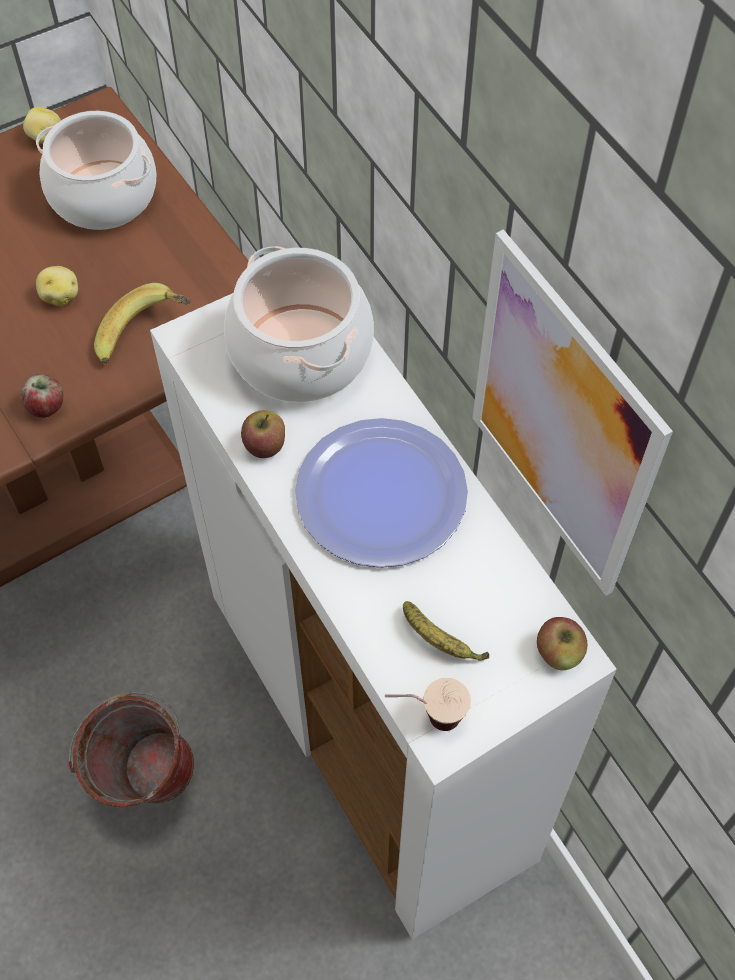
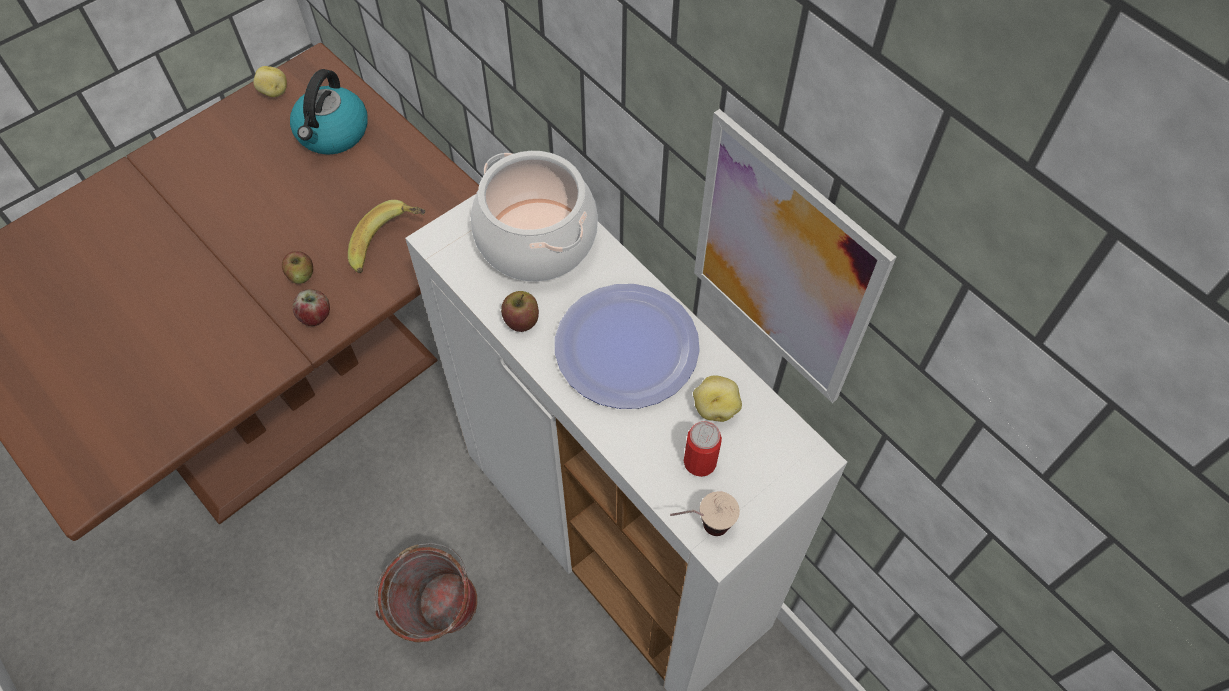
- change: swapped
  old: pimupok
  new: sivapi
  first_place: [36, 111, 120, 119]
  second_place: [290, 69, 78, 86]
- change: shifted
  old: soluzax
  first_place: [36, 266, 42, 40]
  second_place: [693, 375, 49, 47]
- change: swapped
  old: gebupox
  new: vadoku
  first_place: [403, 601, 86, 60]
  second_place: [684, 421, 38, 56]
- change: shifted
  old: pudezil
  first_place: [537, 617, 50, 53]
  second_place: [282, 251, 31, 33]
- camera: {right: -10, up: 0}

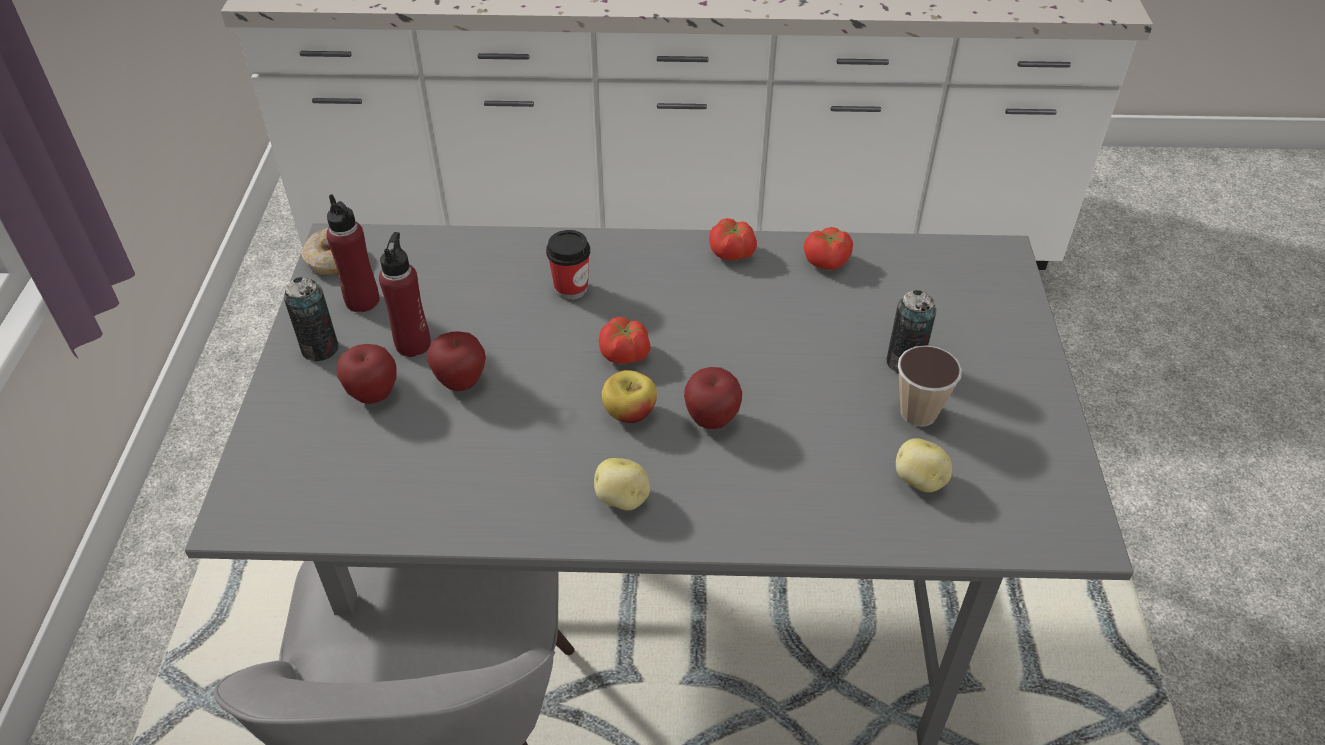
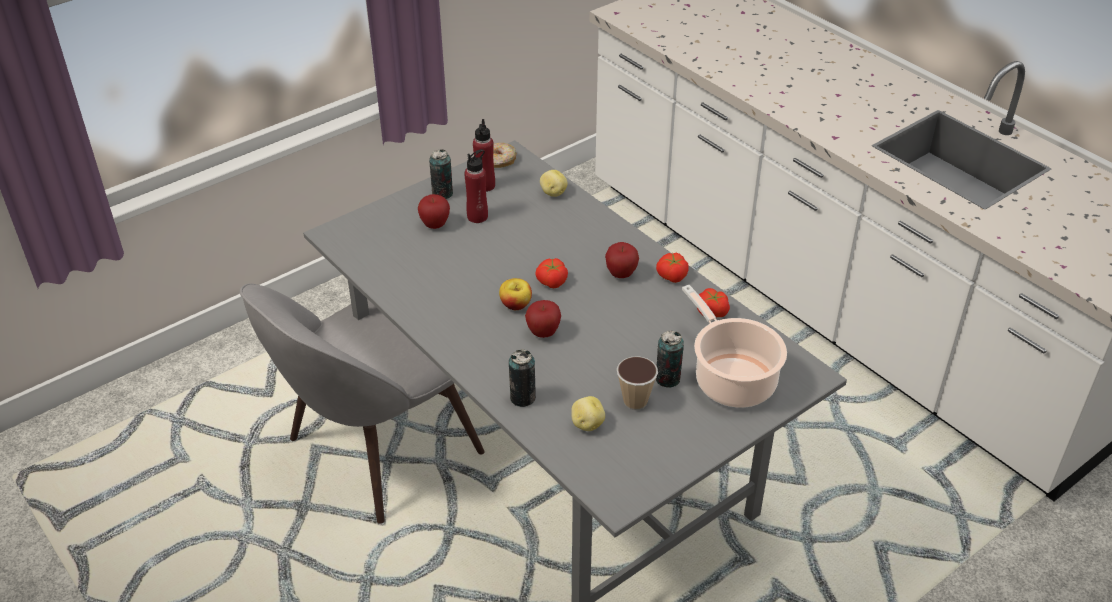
- change: shifted
  old: pudezil
  first_place: [427, 331, 59, 60]
  second_place: [605, 242, 34, 36]
- change: gone
  old: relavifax
  first_place: [546, 230, 44, 70]
- change: shifted
  old: soluzax
  first_place: [594, 458, 56, 53]
  second_place: [540, 170, 27, 27]
- change: new
  new: vadoku
  second_place: [509, 350, 27, 57]
- change: new
  new: pimupok
  second_place: [682, 285, 105, 123]
- camera: {right: 50, up: -5}

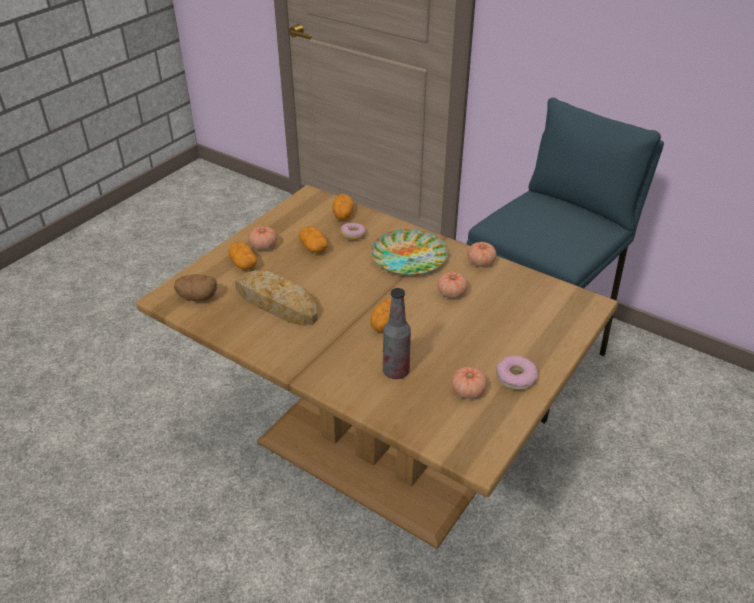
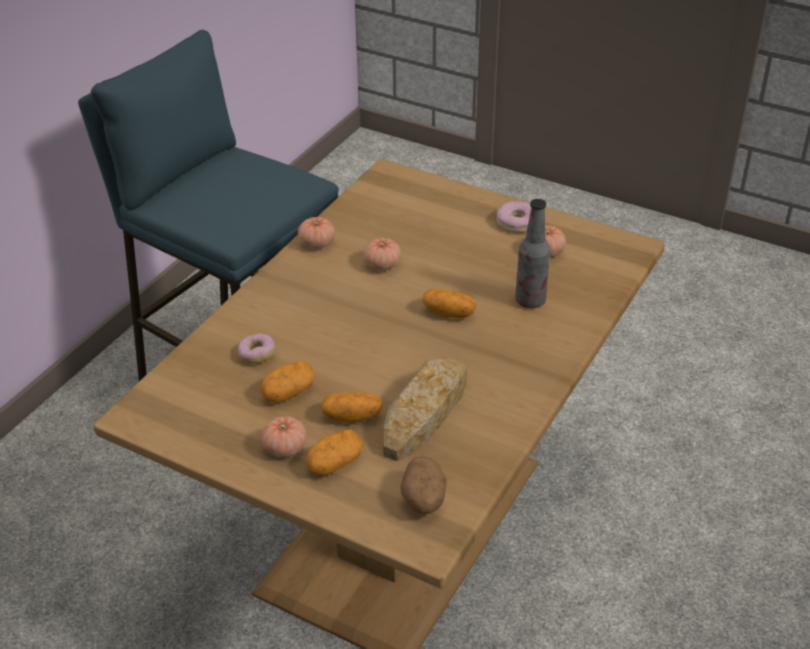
- change: shifted
  old: soluzax
  first_place: [332, 194, 22, 26]
  second_place: [321, 392, 61, 31]
- change: gone
  old: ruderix
  first_place: [371, 229, 77, 47]
- camera: {right: -95, up: 0}

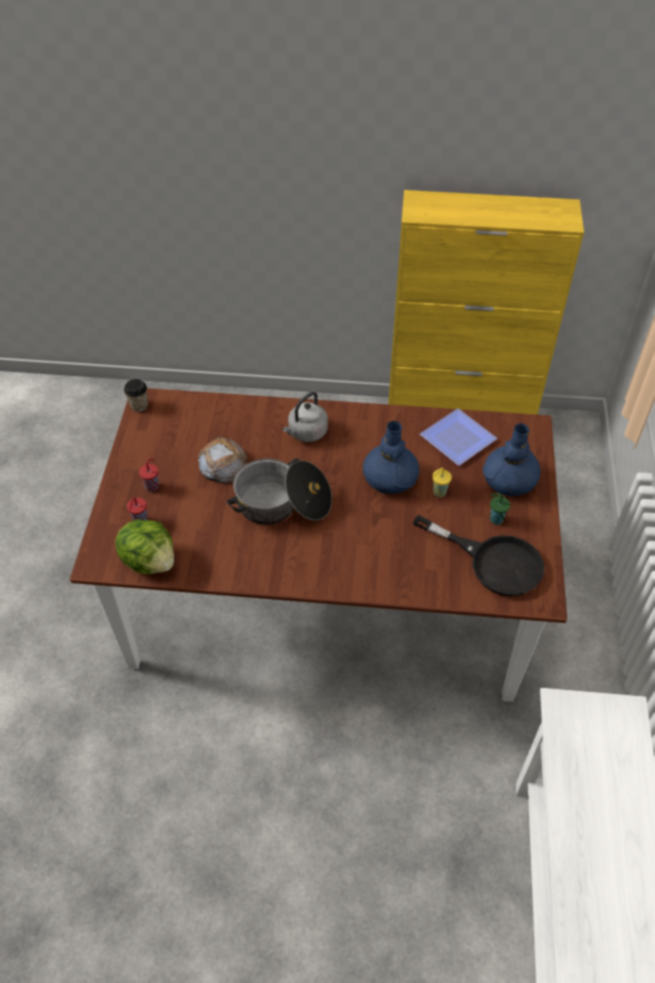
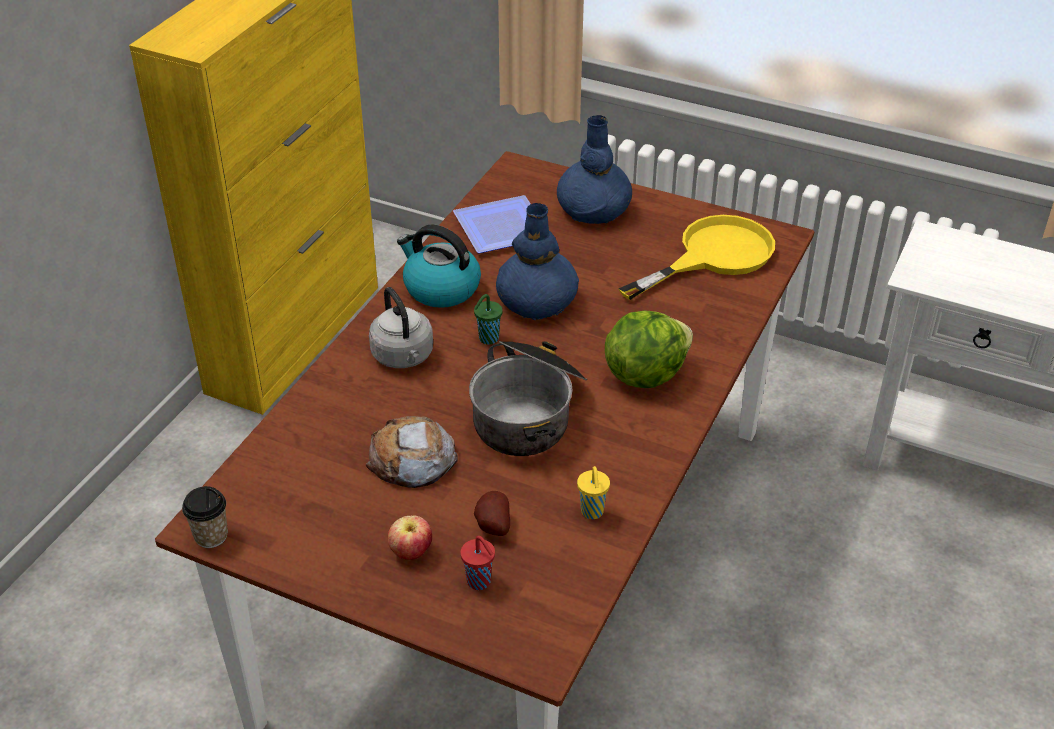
- change: shifted
  old: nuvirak
  first_place: [116, 519, 58, 55]
  second_place: [605, 310, 88, 78]
- change: swapped
  old: relavifax (red)
  new: pudezil
  first_place: [139, 459, 20, 33]
  second_place: [388, 516, 44, 44]
- change: repainted
  old: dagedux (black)
  new: dagedux (yellow)
  first_place: [413, 515, 131, 81]
  second_place: [618, 215, 157, 85]
- change: shifted
  old: relavifax (yellow)
  first_place: [432, 468, 20, 29]
  second_place: [577, 466, 33, 53]
- change: shifted
  old: relavifax (green)
  first_place: [490, 493, 20, 32]
  second_place: [474, 294, 29, 51]
- change: new
  new: sivapi
  second_place: [397, 225, 84, 83]
- change: new
  new: soluzax
  second_place: [474, 491, 36, 45]
- camera: {right: -70, up: -10}

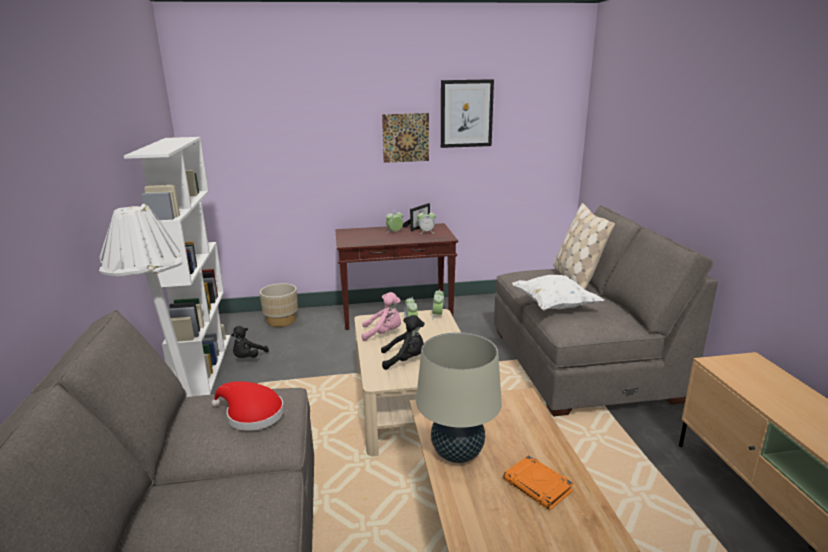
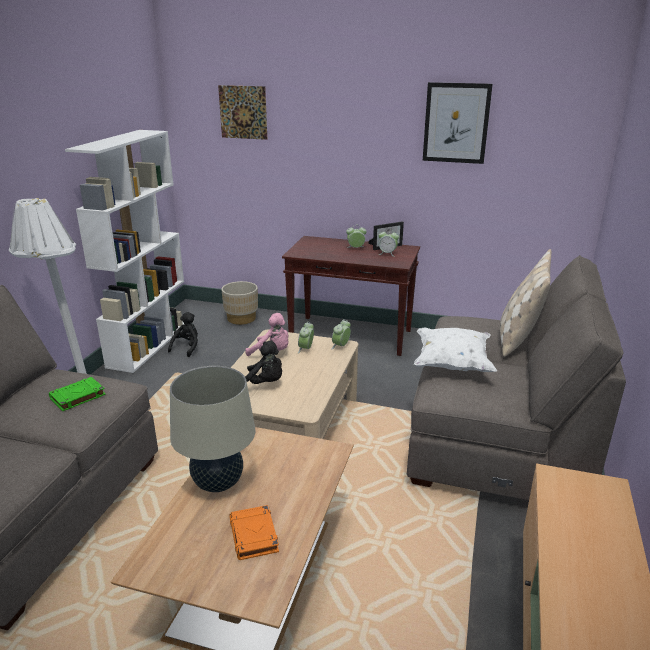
- change: swapped
  old: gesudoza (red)
  new: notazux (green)
  first_place: [212, 381, 72, 50]
  second_place: [49, 377, 57, 34]
- change: rotated
  old: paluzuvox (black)
  first_place: [231, 326, 38, 32]
  second_place: [168, 312, 30, 45]
  degrees: 150
- change: shifted
  old: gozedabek
  first_place: [382, 113, 47, 50]
  second_place: [218, 85, 49, 55]
- camera: {right: 25, up: 5}

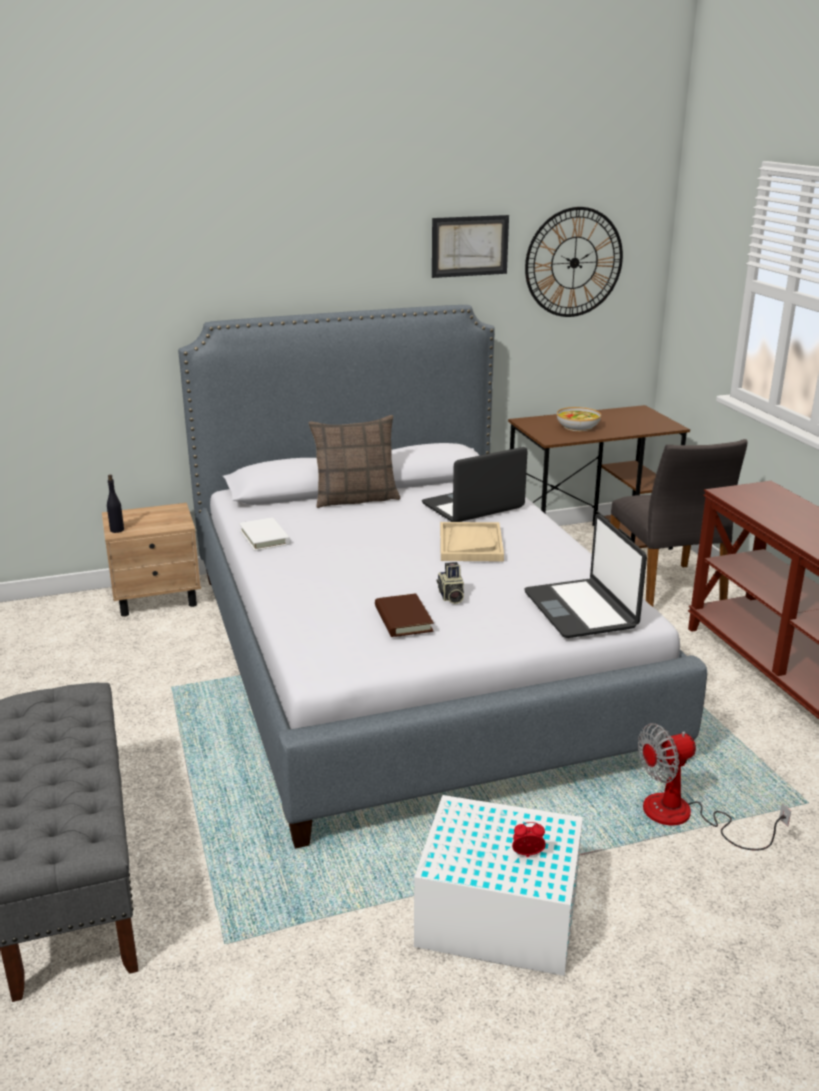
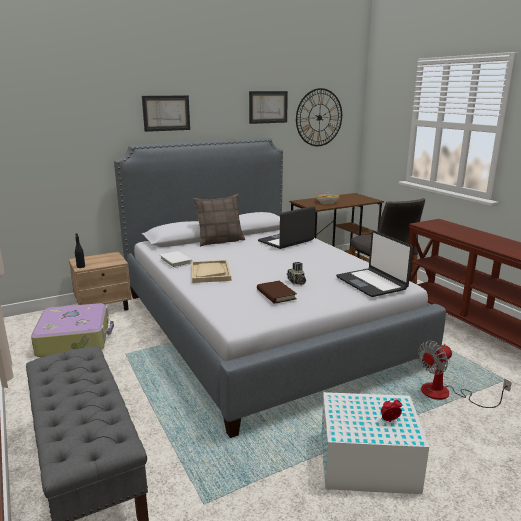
- change: shifted
  old: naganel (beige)
  first_place: [440, 522, 64, 40]
  second_place: [191, 260, 40, 23]
- change: new
  new: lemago
  second_place: [31, 303, 83, 54]
- change: new
  new: gozedabek
  second_place: [142, 95, 48, 37]
- camera: {right: -10, up: -5}

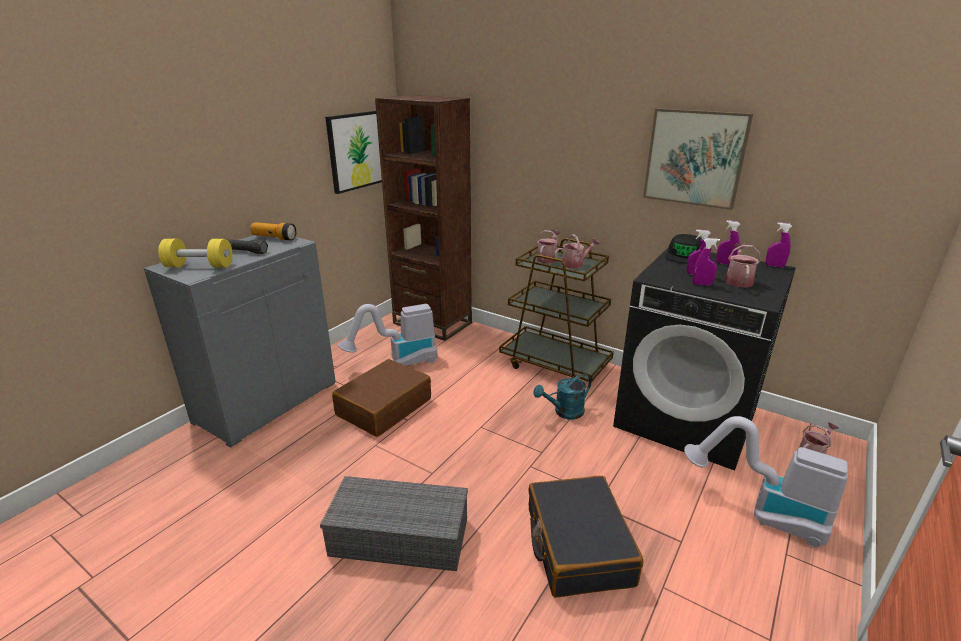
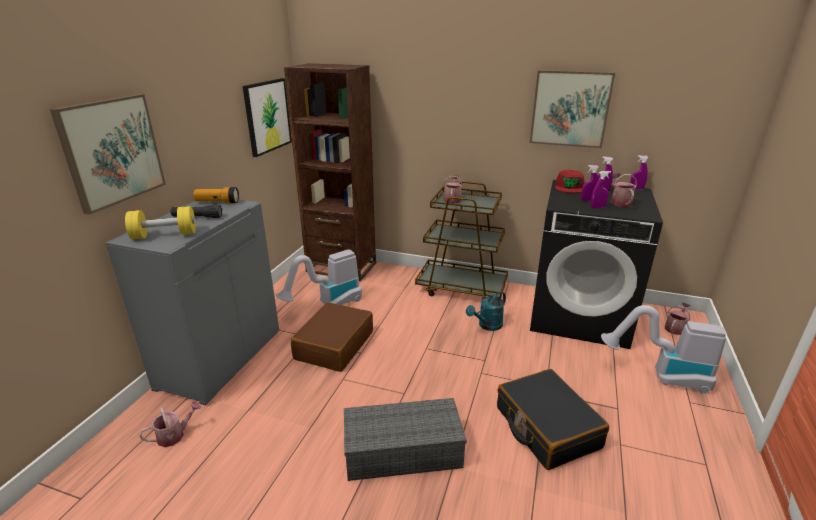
- change: shifted
  old: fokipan
  first_place: [554, 234, 46, 35]
  second_place: [139, 402, 62, 45]
- change: repainted
  old: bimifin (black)
  new: bimifin (red)
  first_place: [665, 234, 36, 30]
  second_place: [555, 170, 29, 23]
- change: new
  new: gozedabek
  second_place: [50, 94, 116, 121]
- camera: {right: -15, up: 0}

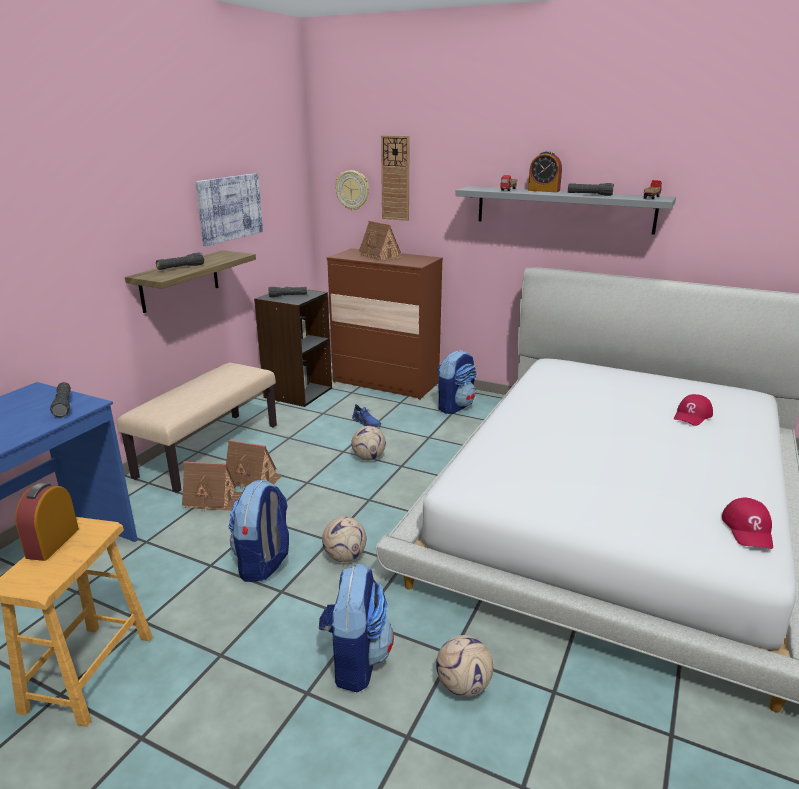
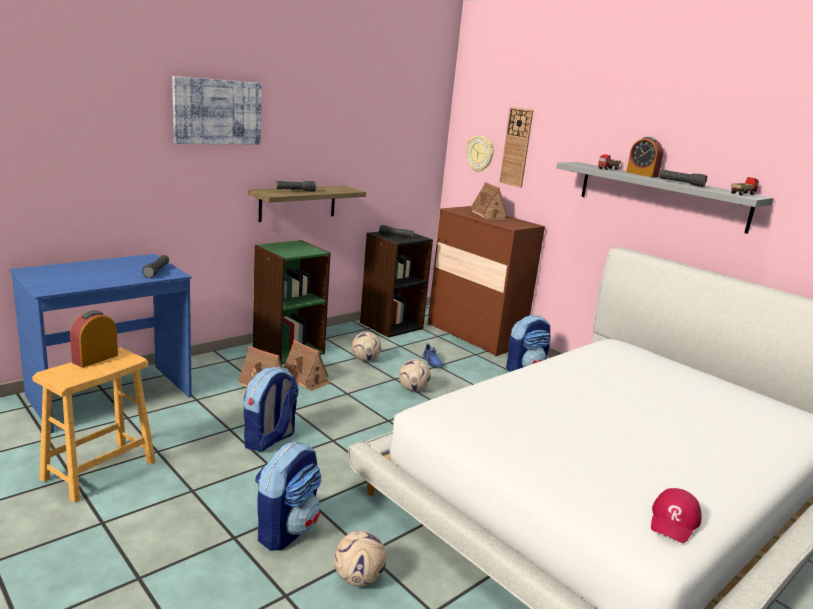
- change: swapped
  old: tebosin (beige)
  new: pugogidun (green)
  first_place: [117, 362, 160, 131]
  second_place: [253, 240, 78, 124]
- change: shifted
  old: gozedabek
  first_place: [195, 173, 68, 73]
  second_place: [172, 76, 90, 68]
- change: shifted
  old: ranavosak
  first_place: [322, 517, 44, 45]
  second_place: [352, 332, 29, 29]
- change: gone
  old: bimifin (red)
  first_place: [674, 394, 39, 32]
- camera: {right: 20, up: -5}

